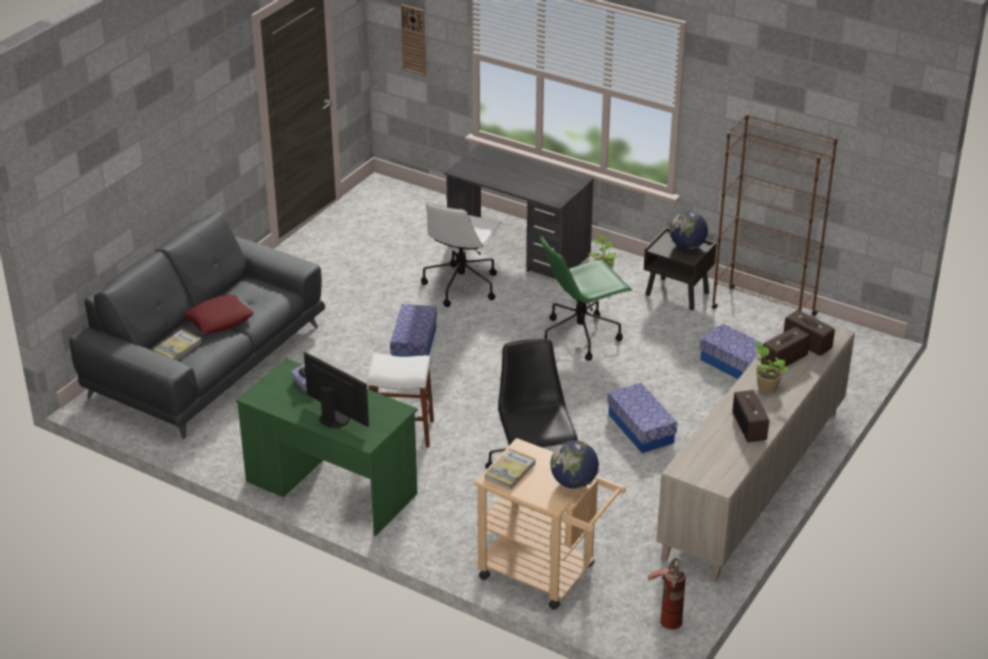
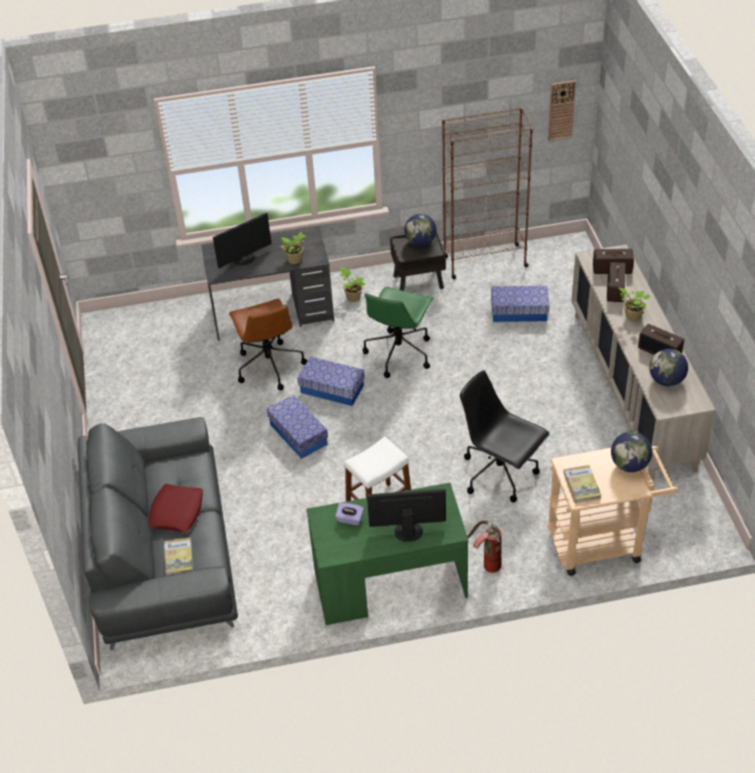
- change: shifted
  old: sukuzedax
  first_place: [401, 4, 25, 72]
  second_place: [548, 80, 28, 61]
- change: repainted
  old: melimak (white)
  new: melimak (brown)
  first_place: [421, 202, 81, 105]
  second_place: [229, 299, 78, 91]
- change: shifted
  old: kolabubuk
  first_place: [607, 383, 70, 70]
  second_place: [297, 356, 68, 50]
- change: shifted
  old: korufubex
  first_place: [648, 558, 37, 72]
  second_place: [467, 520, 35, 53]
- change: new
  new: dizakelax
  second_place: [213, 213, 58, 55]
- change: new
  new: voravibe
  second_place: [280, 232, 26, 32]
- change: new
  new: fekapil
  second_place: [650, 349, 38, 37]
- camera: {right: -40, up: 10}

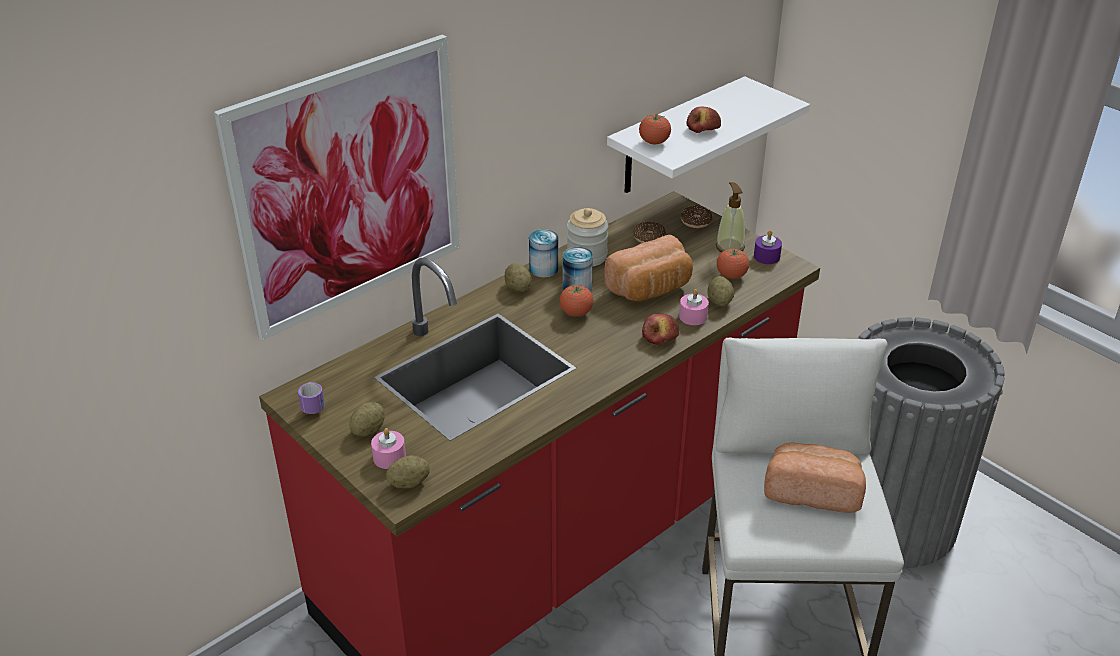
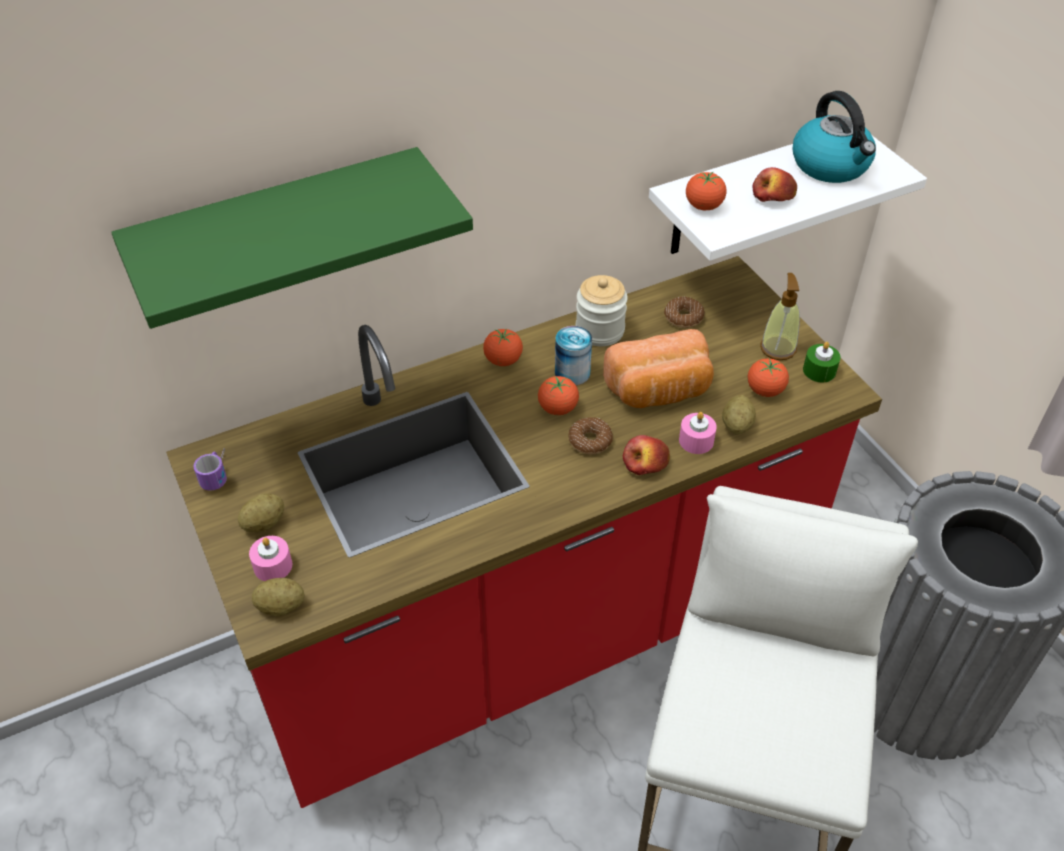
- change: swapped
  old: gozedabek
  new: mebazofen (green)
  first_place: [214, 35, 246, 306]
  second_place: [111, 147, 362, 182]
- change: swapped
  old: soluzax
  new: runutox
  first_place: [505, 263, 26, 29]
  second_place: [483, 329, 40, 37]
- change: gone
  old: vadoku
  first_place: [529, 229, 29, 49]
- change: shifted
  old: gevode
  first_place: [680, 205, 33, 23]
  second_place: [568, 417, 45, 38]
- change: repainted
  old: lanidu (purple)
  new: lanidu (green)
  first_place: [754, 230, 28, 34]
  second_place: [803, 342, 37, 40]
- change: gone
  old: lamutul
  first_place: [764, 442, 102, 71]
- change: new
  new: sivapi
  second_place: [793, 91, 83, 92]
- camera: {right: 15, up: 10}

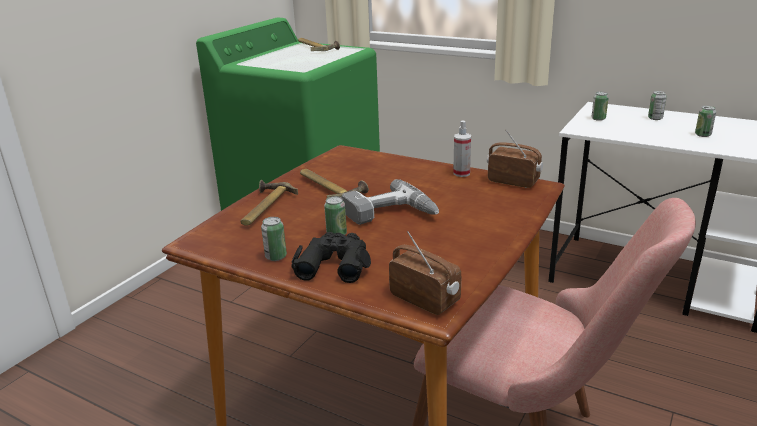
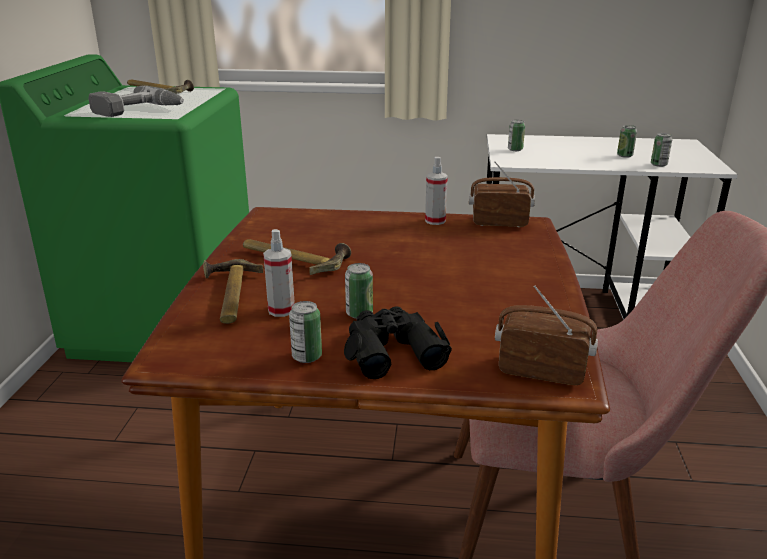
- change: shifted
  old: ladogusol
  first_place: [341, 179, 98, 46]
  second_place: [88, 86, 96, 31]
- change: shifted
  old: vadoku
  first_place: [648, 91, 19, 29]
  second_place: [651, 133, 21, 34]
- change: new
  new: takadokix
  second_place: [263, 229, 32, 88]
- camera: {right: -25, up: 0}

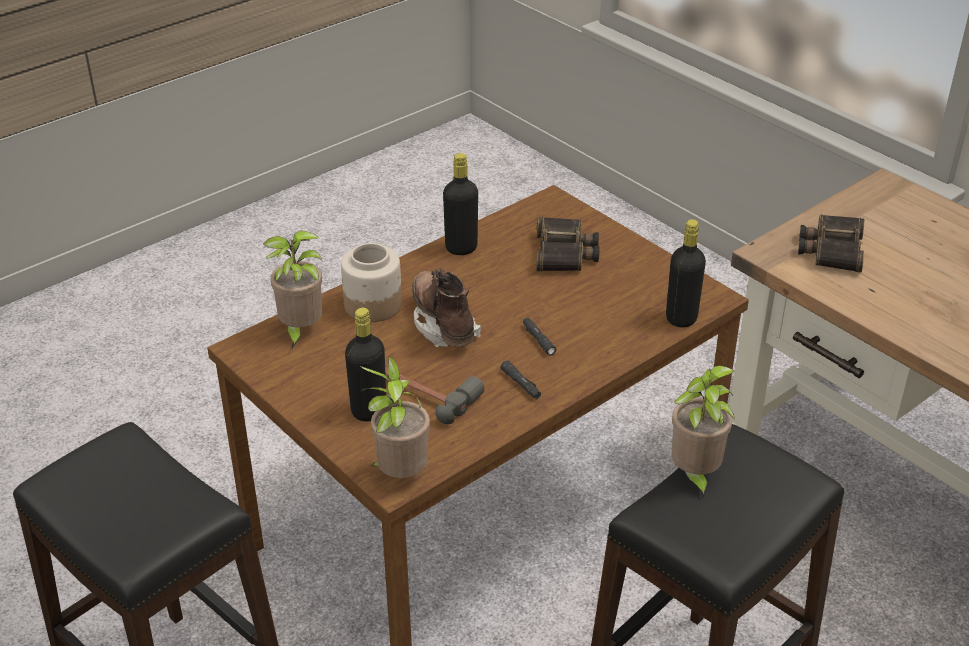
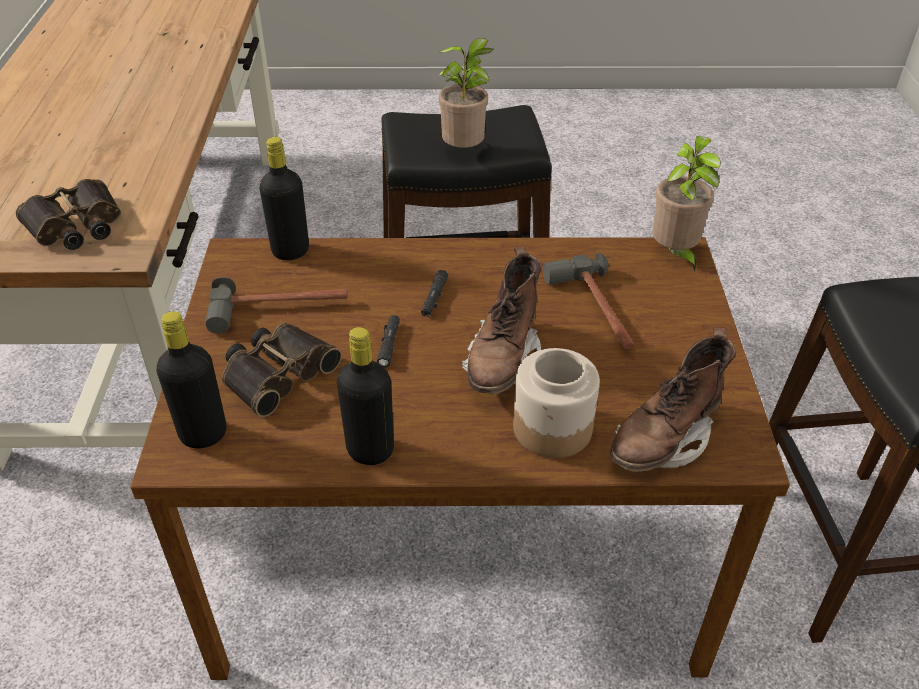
- change: swapped
  old: voravibe
  new: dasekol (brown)
  first_place: [263, 231, 60, 119]
  second_place: [610, 327, 126, 145]
- change: shifted
  old: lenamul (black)
  first_place: [345, 308, 41, 114]
  second_place: [156, 311, 70, 138]
- change: shifted
  old: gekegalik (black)
  first_place: [501, 360, 40, 39]
  second_place: [377, 315, 22, 53]
- change: new
  new: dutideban
  second_place: [206, 277, 141, 57]
- camera: {right: -140, up: 5}

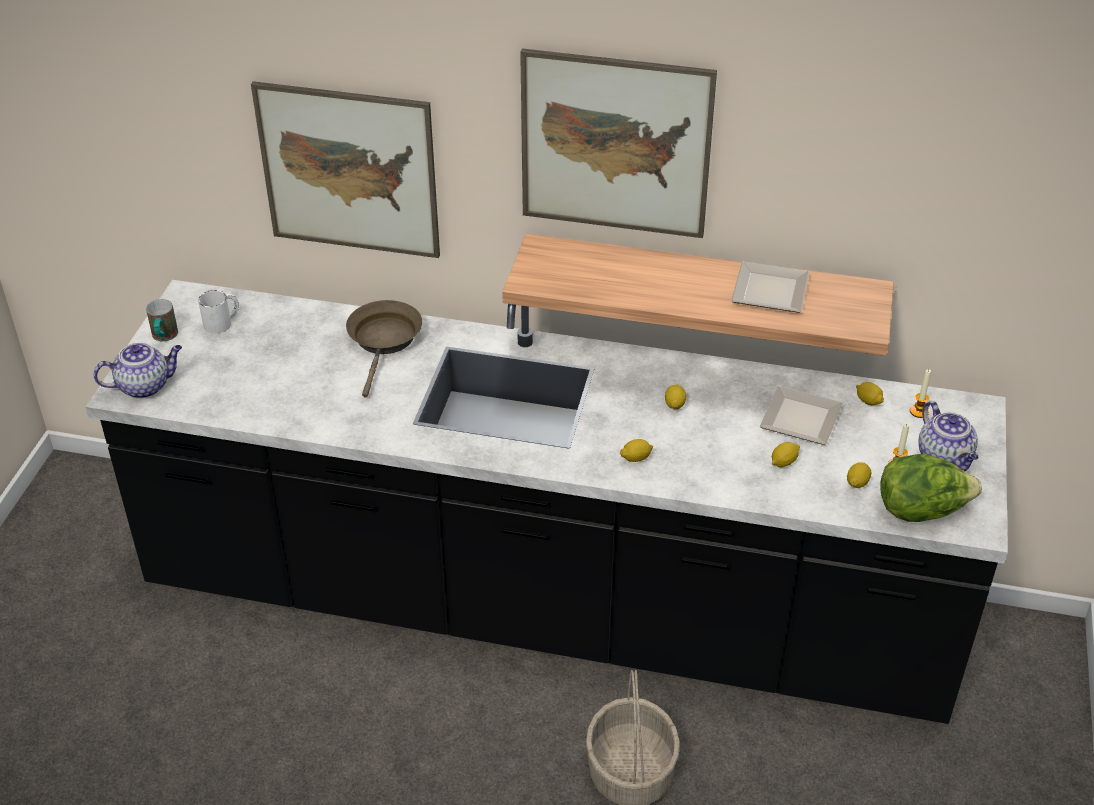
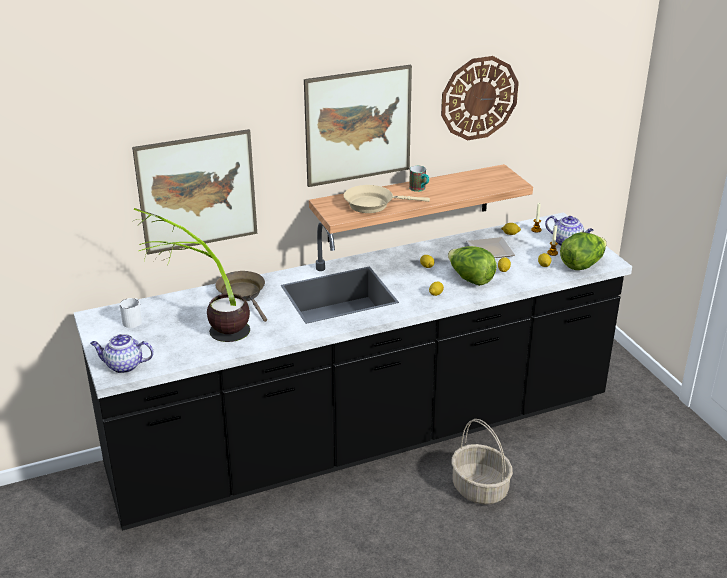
- change: rotated
  old: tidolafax
  first_place: [94, 343, 88, 55]
  second_place: [90, 334, 64, 39]
  degrees: -120
- change: shifted
  old: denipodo
  first_place: [146, 299, 32, 42]
  second_place: [409, 166, 20, 26]
- change: gone
  old: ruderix
  first_place: [731, 261, 79, 52]
- change: new
  new: voravibe
  second_place: [134, 208, 116, 134]
- change: new
  new: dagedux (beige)
  second_place: [344, 185, 86, 28]
- change: new
  new: sukuzedax
  second_place: [441, 56, 78, 84]
- change: new
  new: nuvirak
  second_place: [448, 246, 49, 40]
- camera: {right: -35, up: -10}

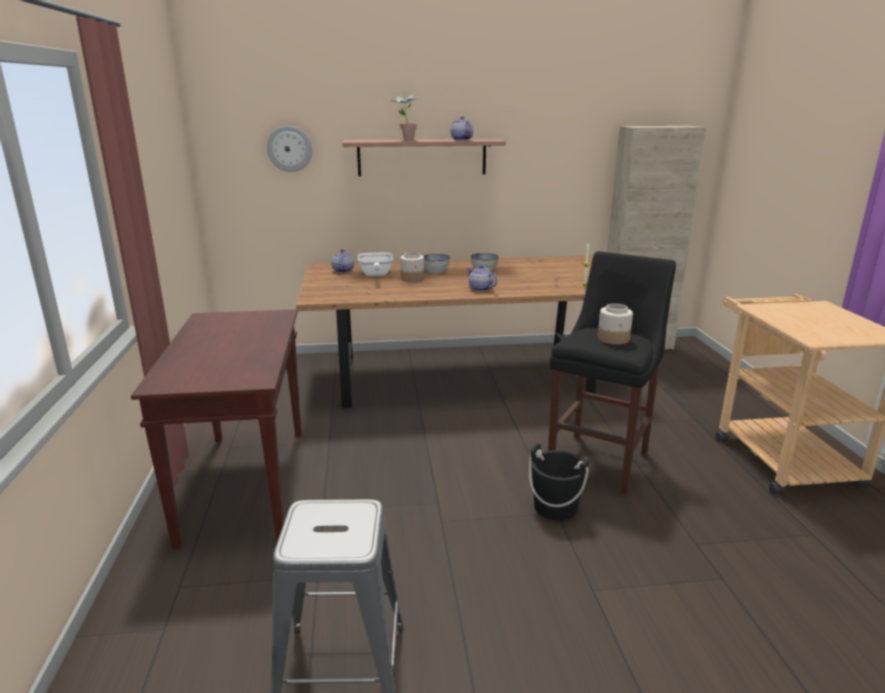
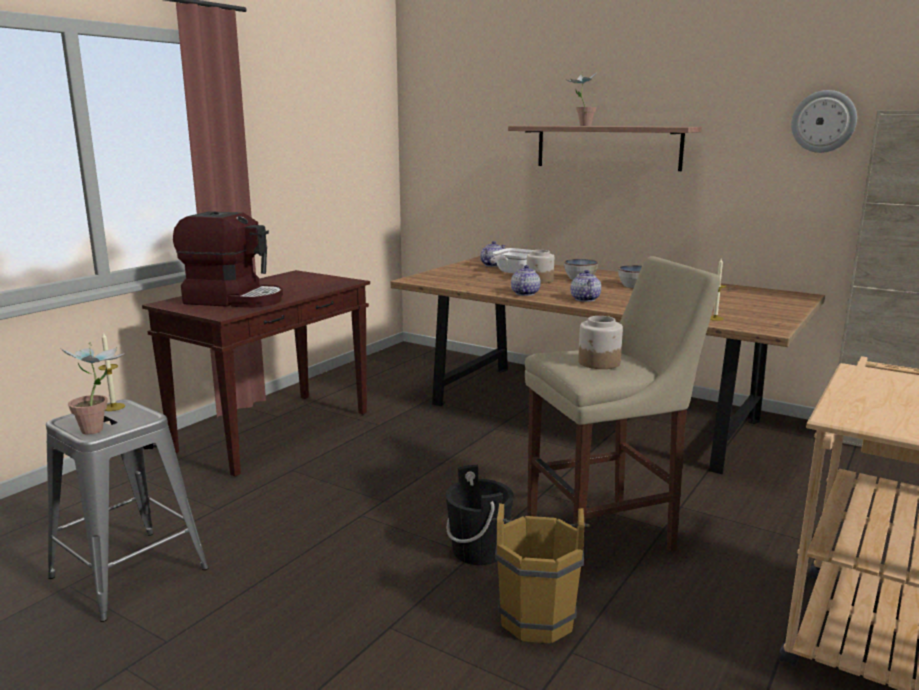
- change: shifted
  old: sukuzedax
  first_place: [267, 126, 45, 46]
  second_place: [791, 90, 66, 63]
- change: shifted
  old: tidolafax
  first_place: [451, 116, 22, 24]
  second_place: [511, 265, 30, 31]
- change: repainted
  old: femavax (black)
  new: femavax (beige)
  first_place: [548, 251, 128, 244]
  second_place: [525, 256, 196, 317]
- change: new
  new: voravibe
  second_place: [61, 342, 64, 93]
- change: new
  new: lanidu
  second_place: [98, 332, 27, 79]
- change: new
  new: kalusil
  second_place: [173, 211, 110, 97]
- change: new
  new: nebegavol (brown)
  second_place: [492, 503, 98, 141]
- camera: {right: 40, up: -5}

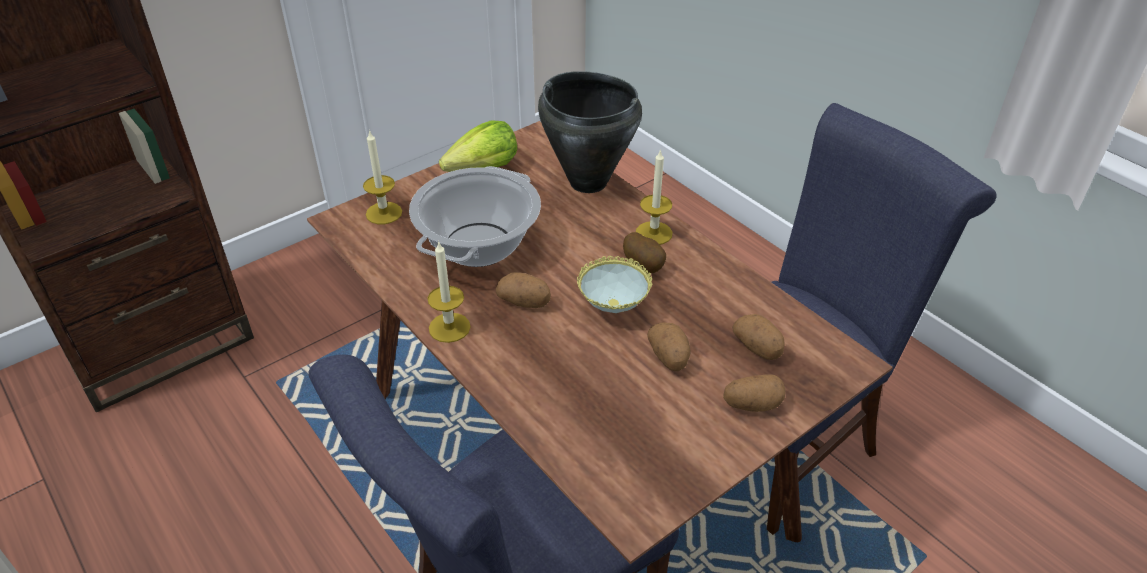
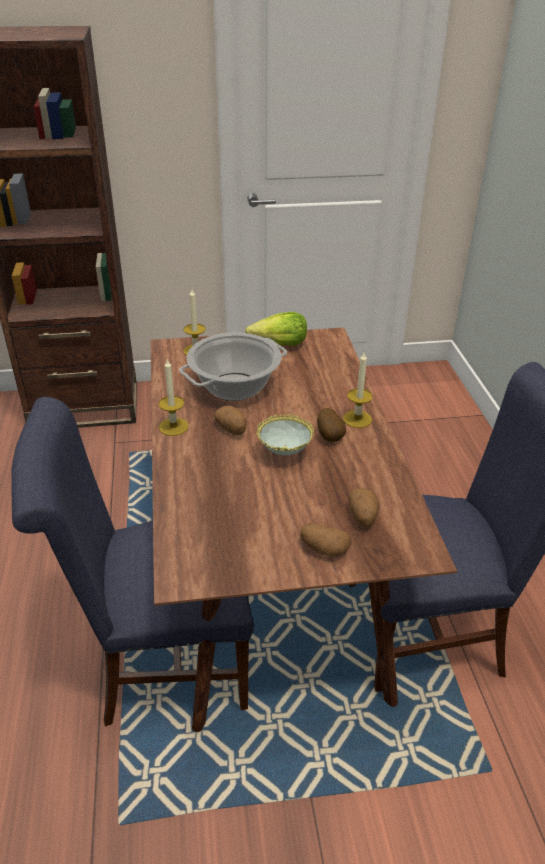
- change: gone
  old: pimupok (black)
  first_place: [538, 71, 104, 122]
- change: gone
  old: soluzax
  first_place: [647, 322, 44, 49]
- camera: {right: 30, up: -5}

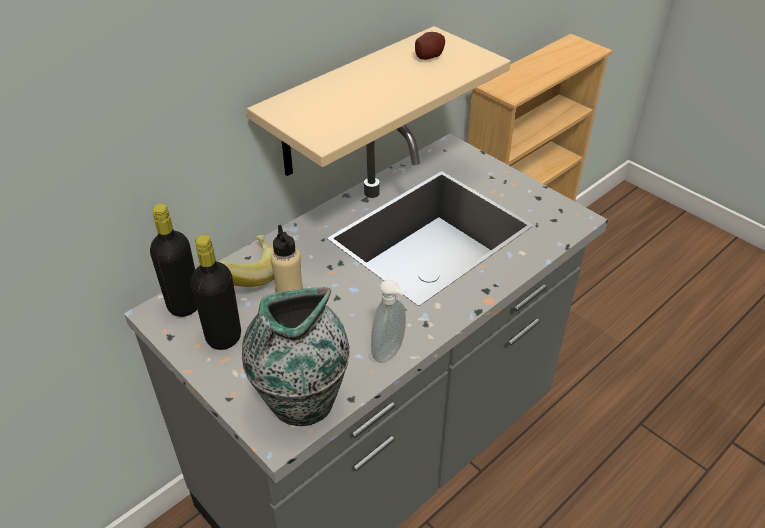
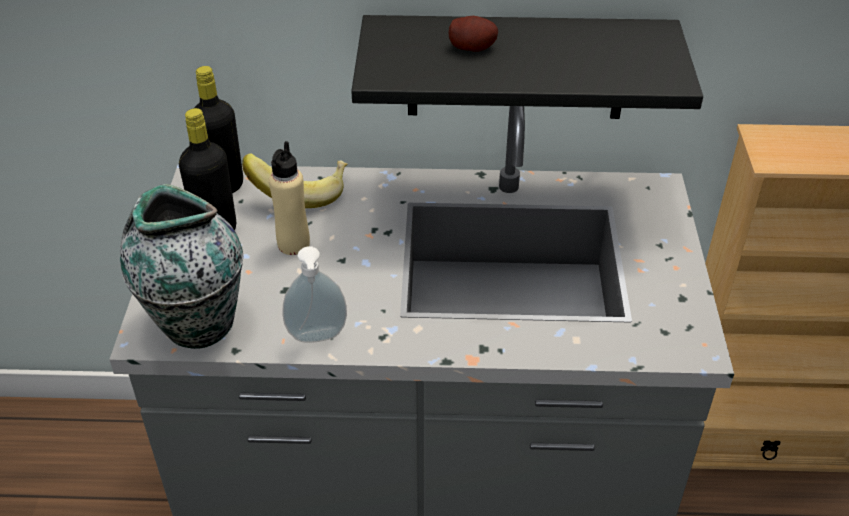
- change: repainted
  old: mebazofen (beige)
  new: mebazofen (black)
  first_place: [247, 26, 264, 150]
  second_place: [351, 15, 352, 104]
- change: shifted
  old: soluzax
  first_place: [415, 32, 30, 28]
  second_place: [448, 16, 50, 36]
- camera: {right: 45, up: 0}

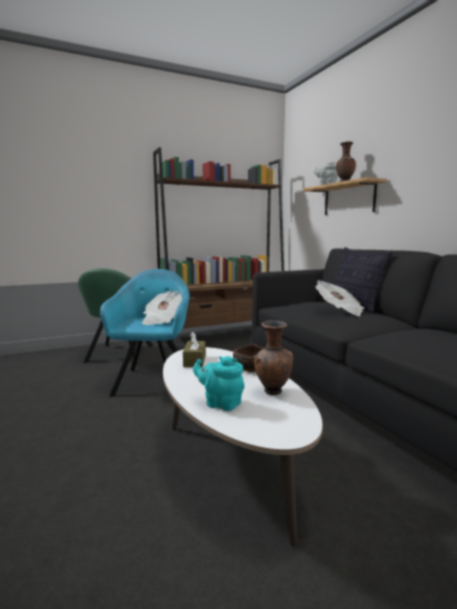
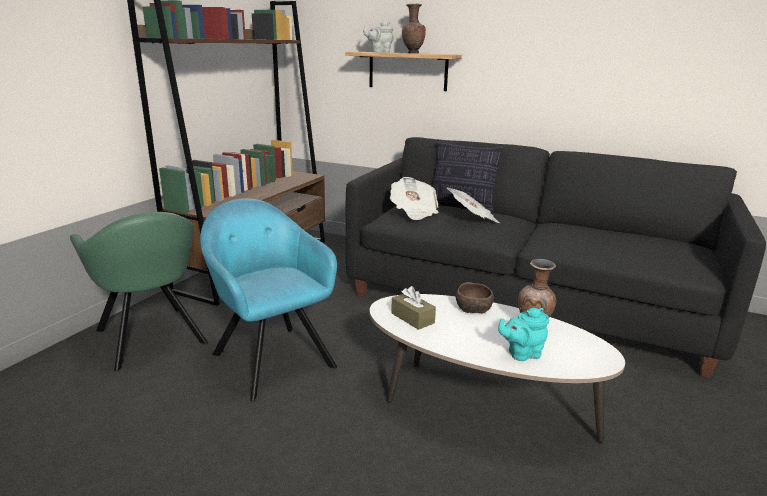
- change: shifted
  old: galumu
  first_place: [142, 291, 40, 34]
  second_place: [390, 177, 48, 43]
- camera: {right: -40, up: 10}

